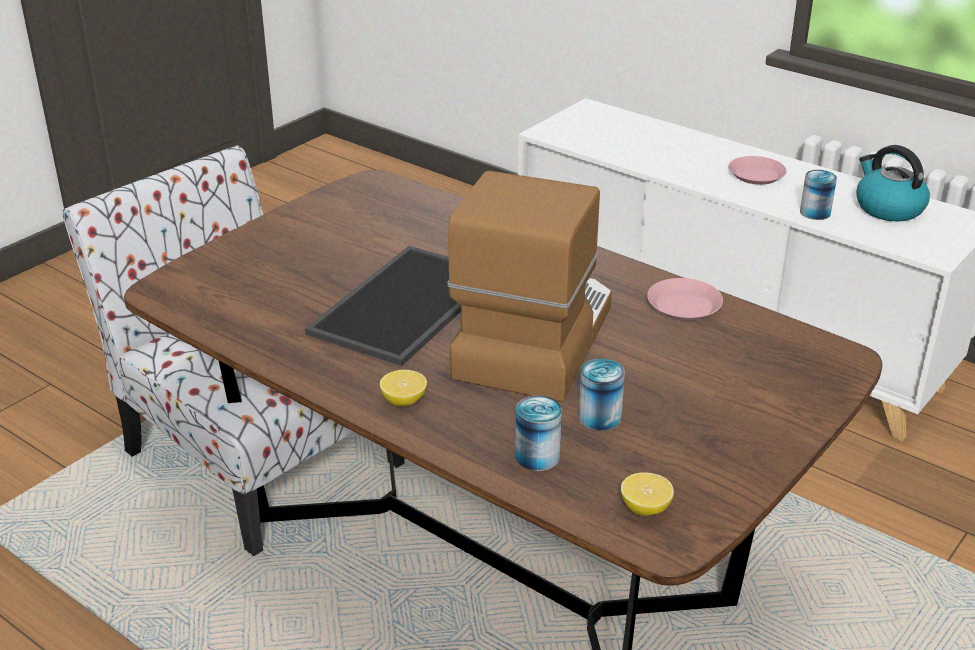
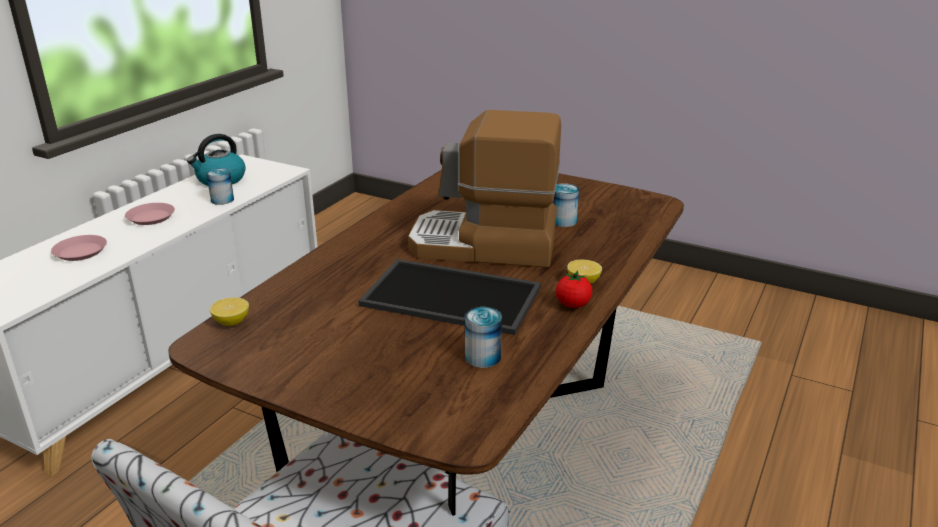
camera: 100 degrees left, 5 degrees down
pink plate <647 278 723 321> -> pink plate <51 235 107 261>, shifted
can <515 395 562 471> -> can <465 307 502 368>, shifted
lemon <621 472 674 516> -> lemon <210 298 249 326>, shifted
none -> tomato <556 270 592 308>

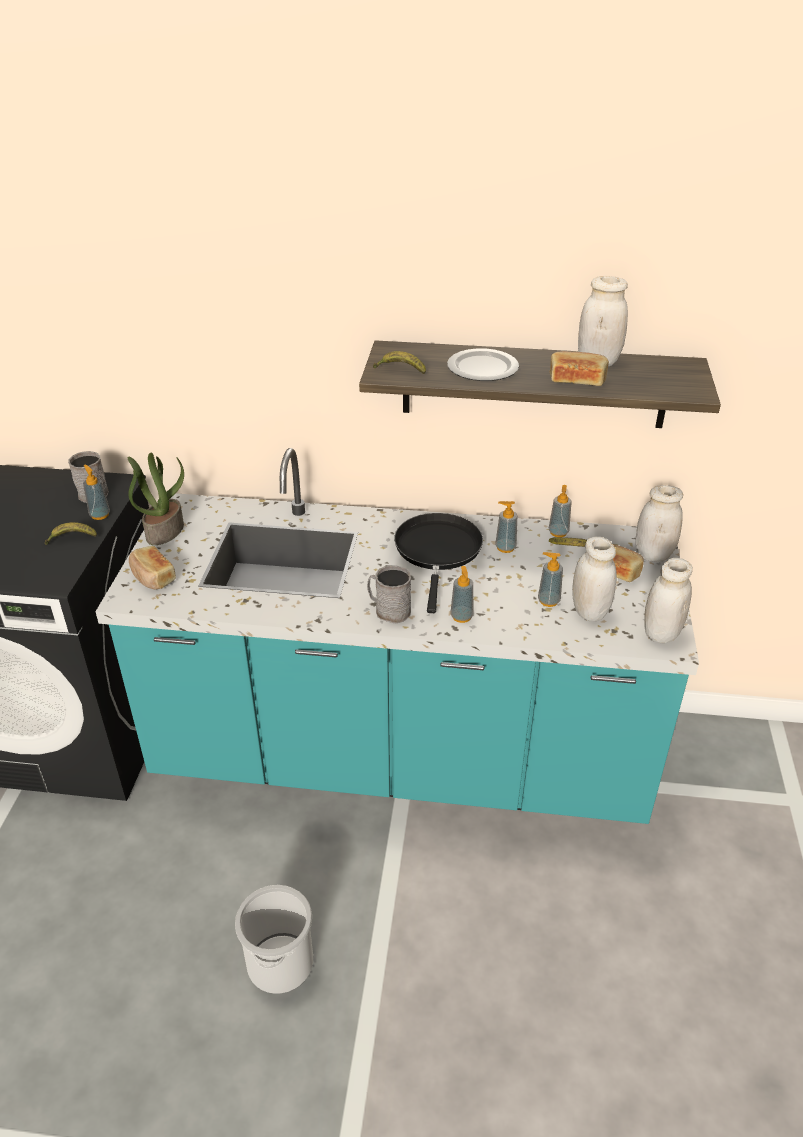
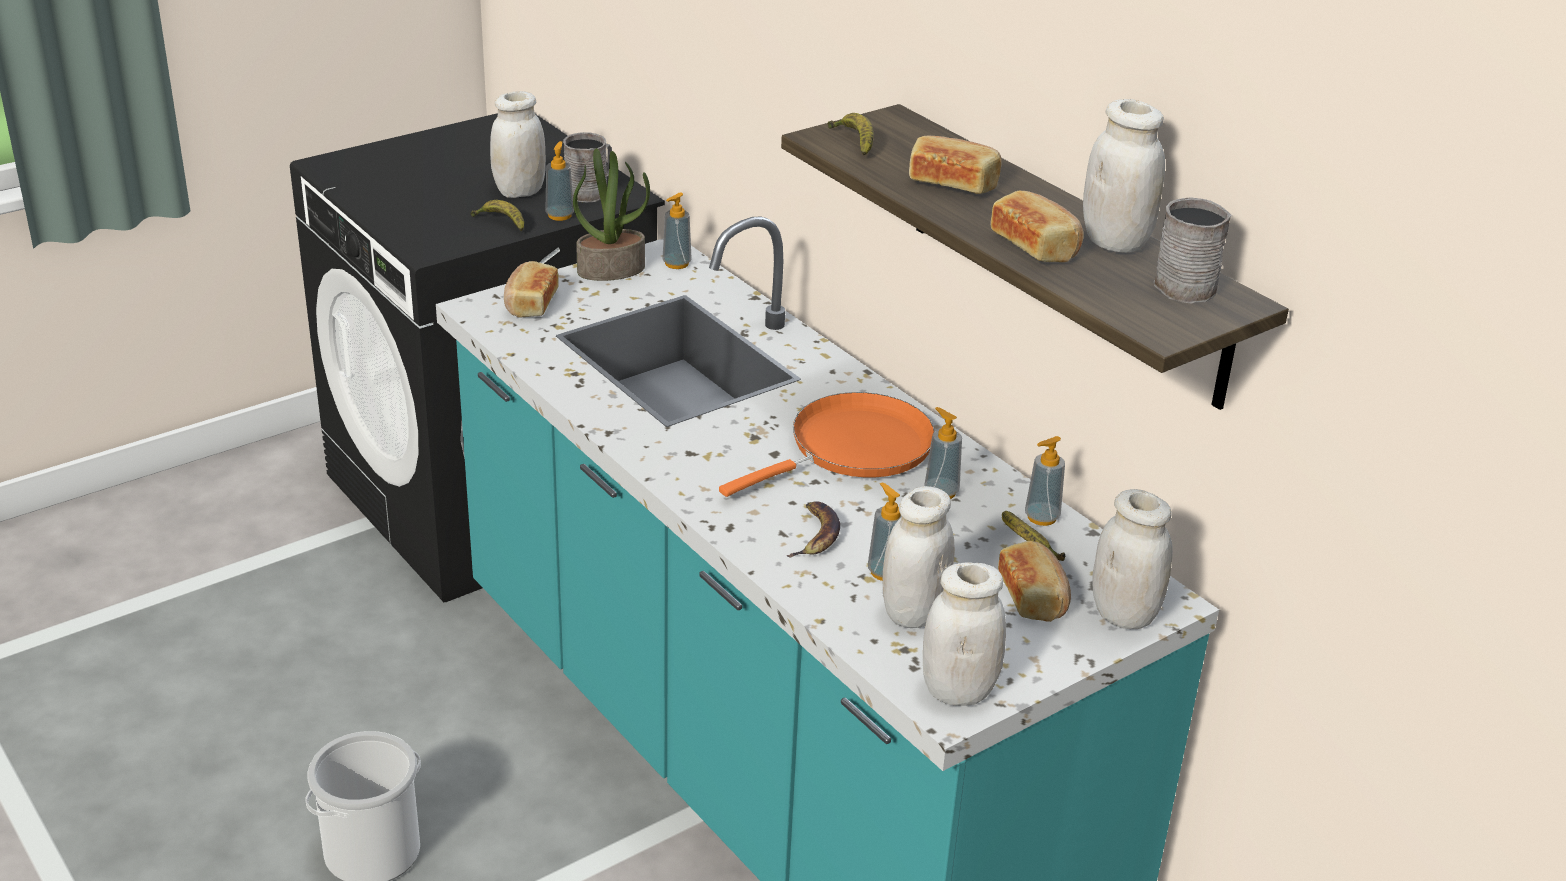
camera: 45 degrees right, 5 degrees down
plate <447 348 519 381> -> bread <909 136 1002 194>
black frying pan <394 513 483 613> -> orange frying pan <719 392 935 497>
grey mug <367 565 411 624> -> grey mug <1153 197 1231 303>, shifted
soap dispenser <450 566 473 623> -> soap dispenser <662 192 692 269>, shifted
none -> white jar <490 91 546 198>
none -> banana <787 501 840 557>

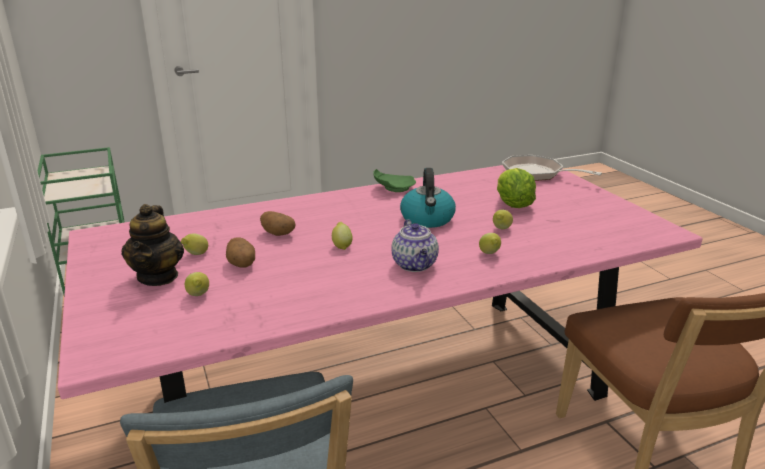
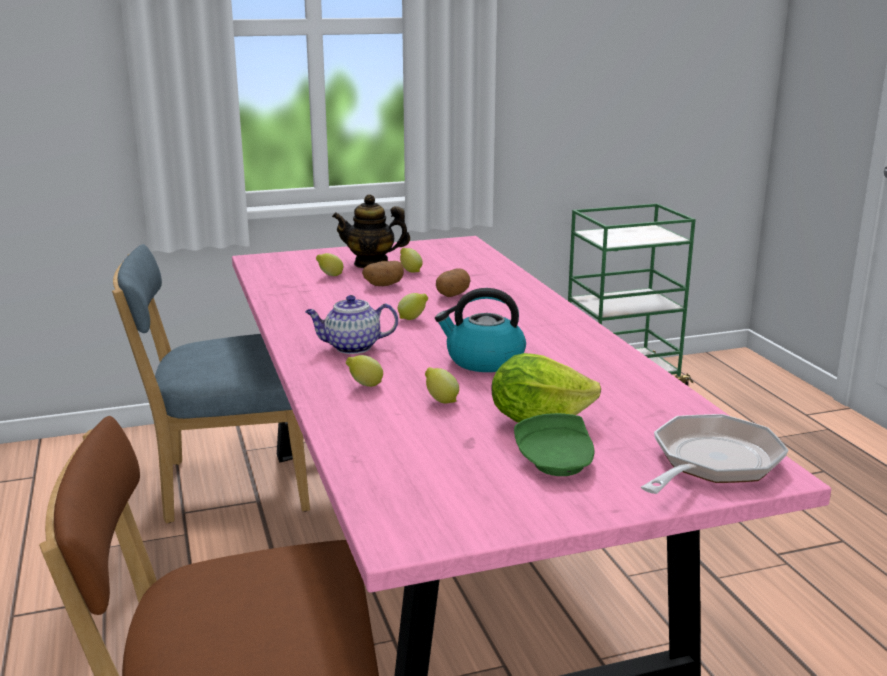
camera: 95 degrees right, 5 degrees down
green plate <373 169 416 192> -> green plate <514 413 594 476>, shifted

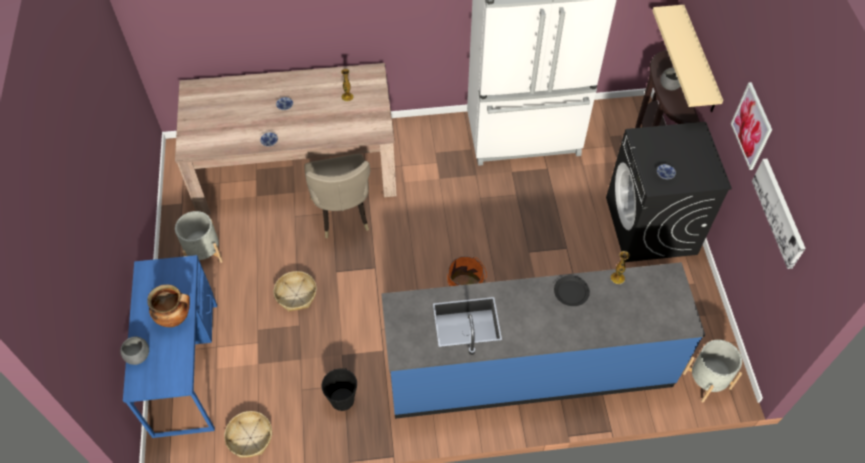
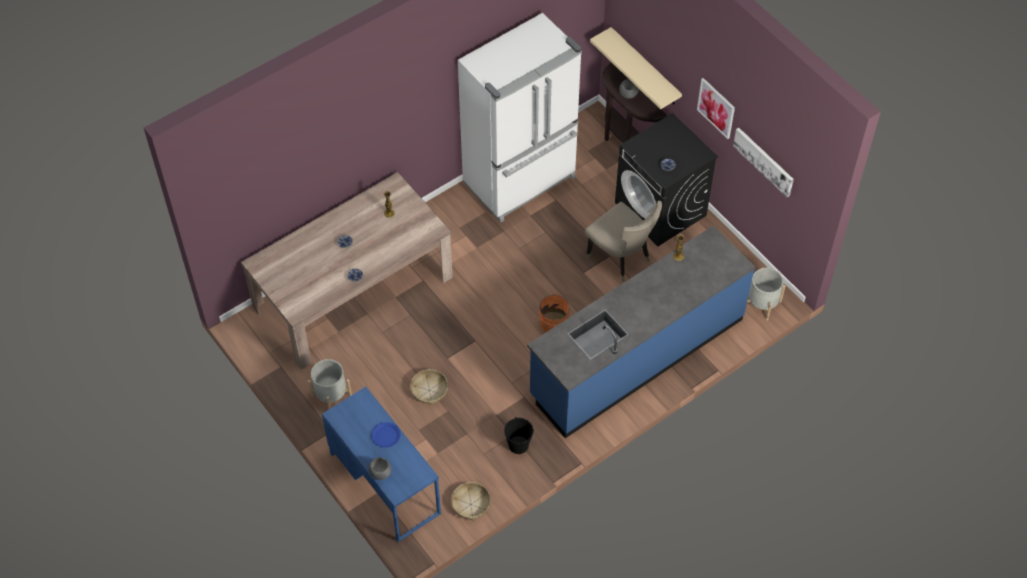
camera: 30 degrees left, 0 degrees up
beige chair <304 154 370 238> -> beige chair <585 201 662 282>, shifted
black plate <554 275 590 306> -> none
cooking pot <147 284 190 327> -> blue plate <372 422 400 448>

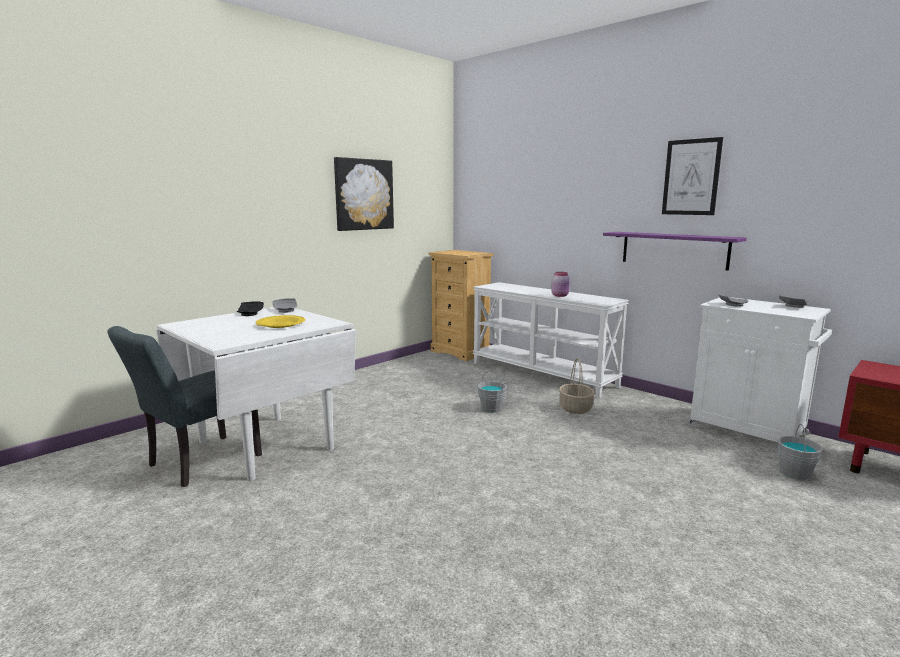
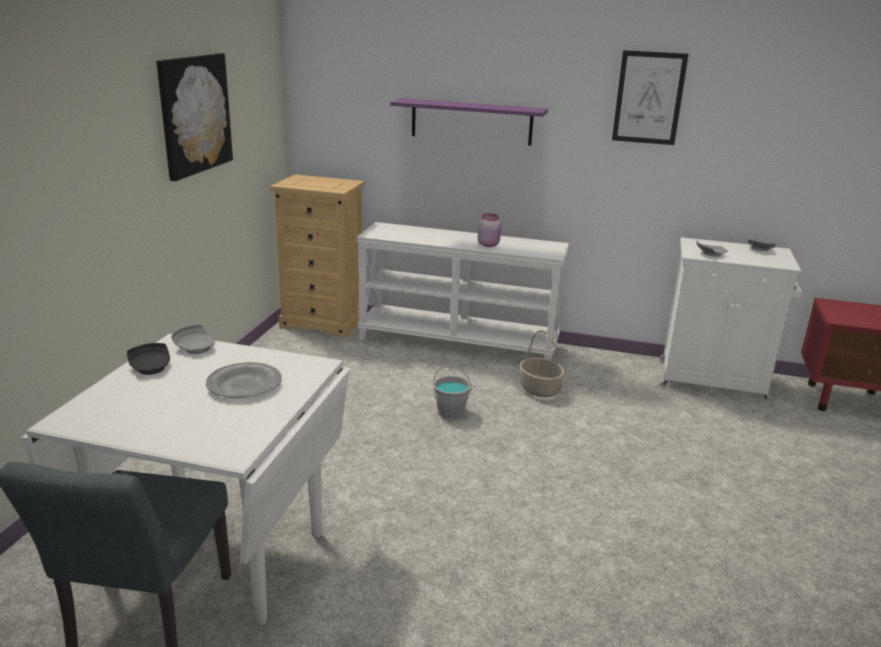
camera: 30 degrees left, 10 degrees up
purple shelf <603 232 747 271> -> purple shelf <390 98 548 146>, shifted
yellow plate <256 315 305 328> -> grey plate <206 362 282 398>
grey bucket <777 424 823 480> -> none

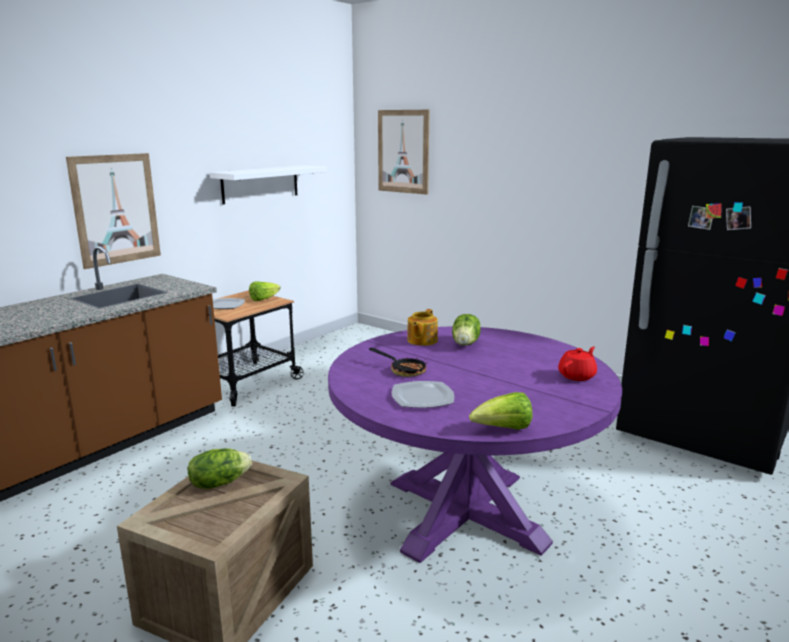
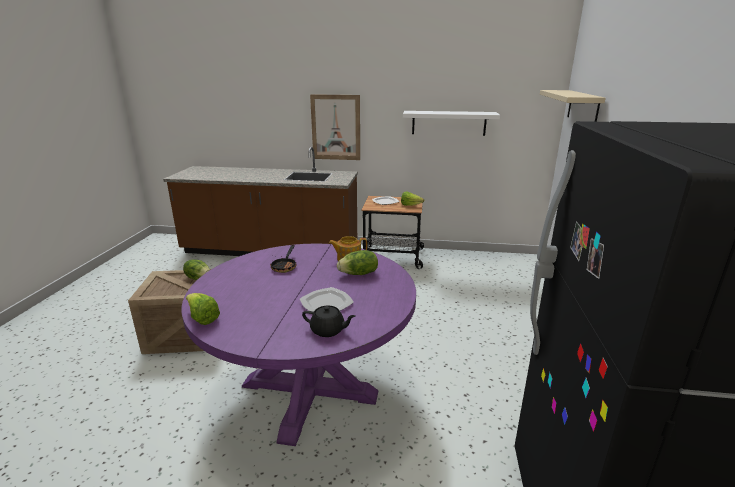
camera: 60 degrees right, 5 degrees up
picture <378 110 430 195> -> beige shelf <540 90 606 122>
red teapot <558 347 597 381> -> black teapot <302 305 355 337>
plate <392 381 454 408> -> plate <300 287 354 311>, shifted

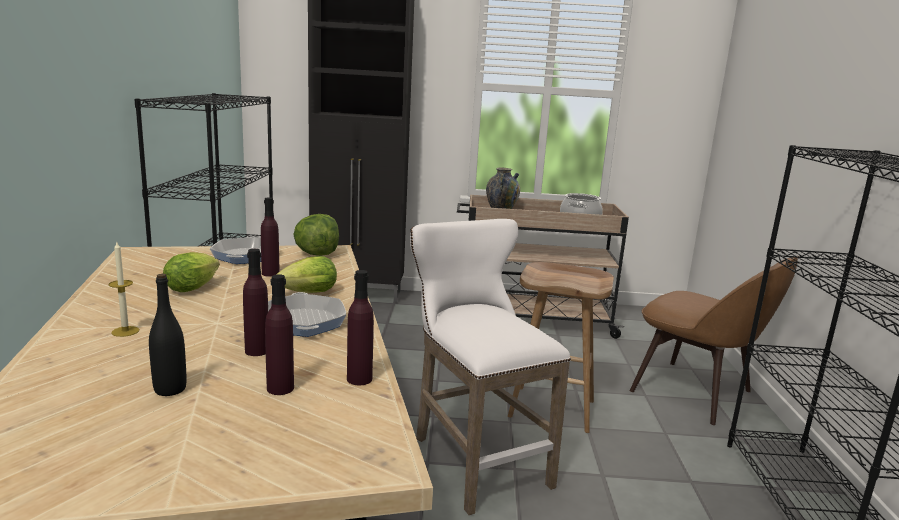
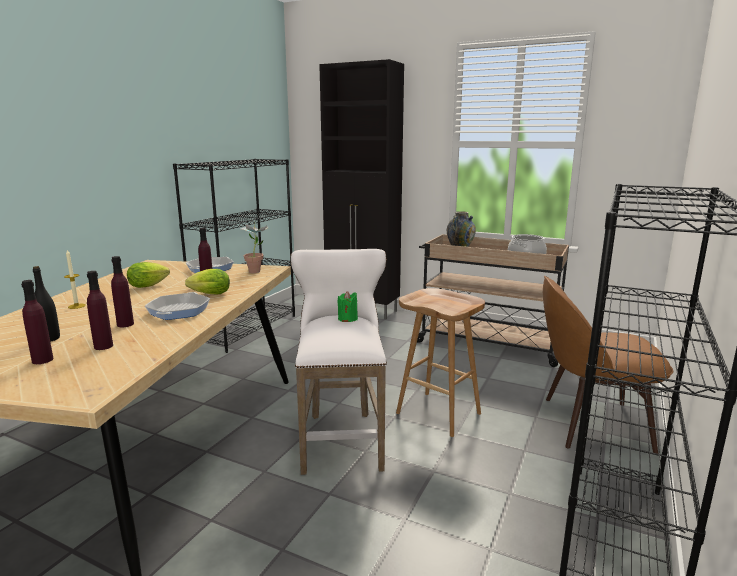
camera: 25 degrees right, 0 degrees up
lettuce <293 214 339 256> -> potted plant <241 221 268 273>
brown chair <630 257 798 425> -> brown chair <543 276 673 454>, 120 degrees clockwise
purple bottle <347 270 374 385> -> purple bottle <21 280 53 364>, shifted
none -> green candle <337 291 358 322>

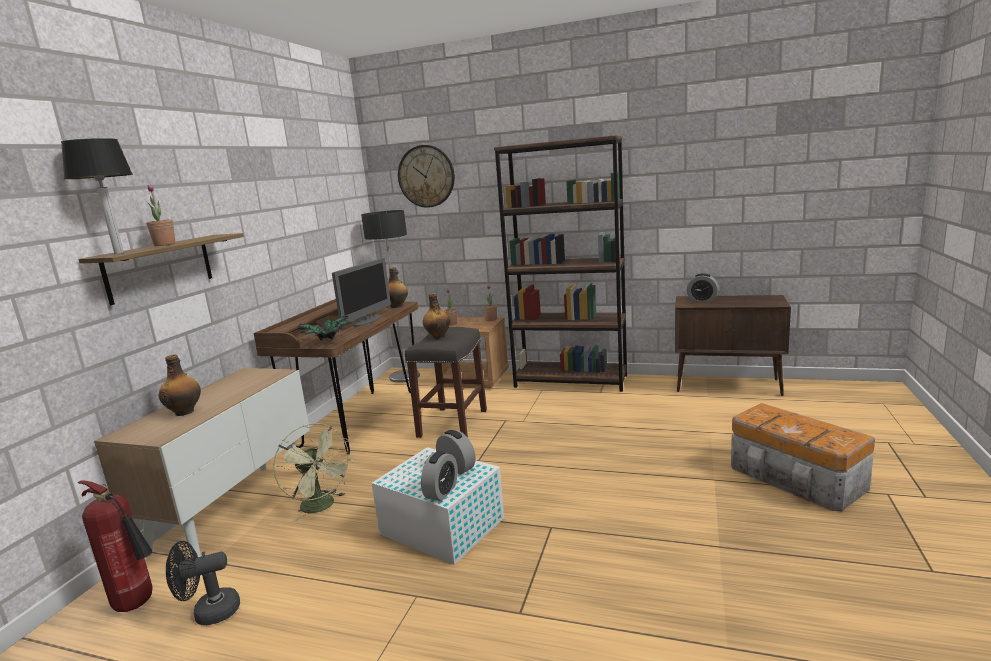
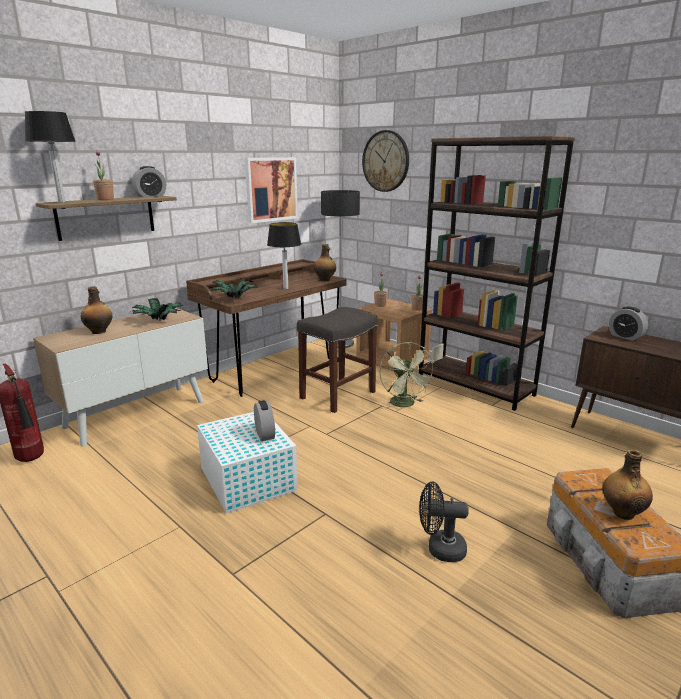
camera: 25 degrees right, 5 degrees up
monitor <332 258 391 327> -> table lamp <267 222 301 289>
bottle <423 293 450 339> -> bottle <603 449 653 520>, shifted
green fan <273 423 353 522> -> green fan <379 342 435 409>, shifted
alarm clock <421 451 458 501> -> alarm clock <132 166 166 197>, shifted
black fan <166 541 240 625> -> black fan <419 482 469 562>, shifted
none -> picture <245 157 298 223>
none -> potted plant <130 298 184 320>

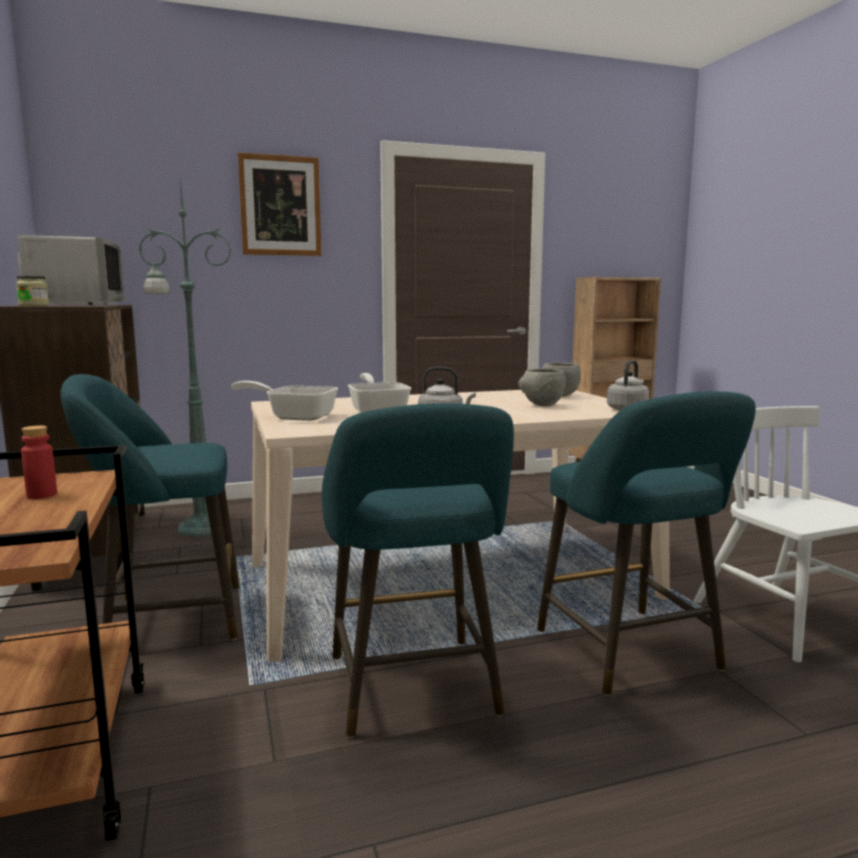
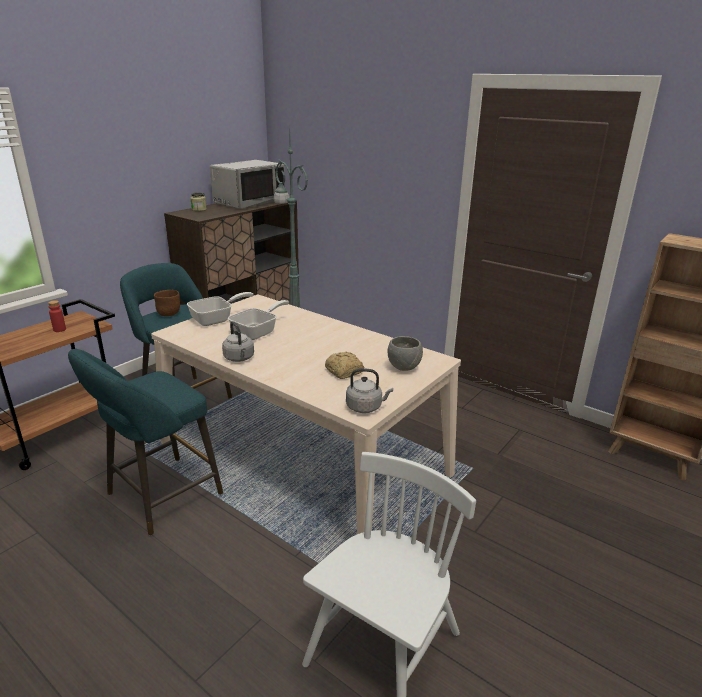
camera: 55 degrees right, 15 degrees up
picture <238 152 321 256> -> none
grey bowl <518 368 566 407> -> bread <325 352 364 379>
frying pan <231 381 338 421> -> frying pan <187 292 254 326>, 75 degrees clockwise
turquoise stool <537 391 756 696> -> none
none -> brown bowl <154 290 180 316>

